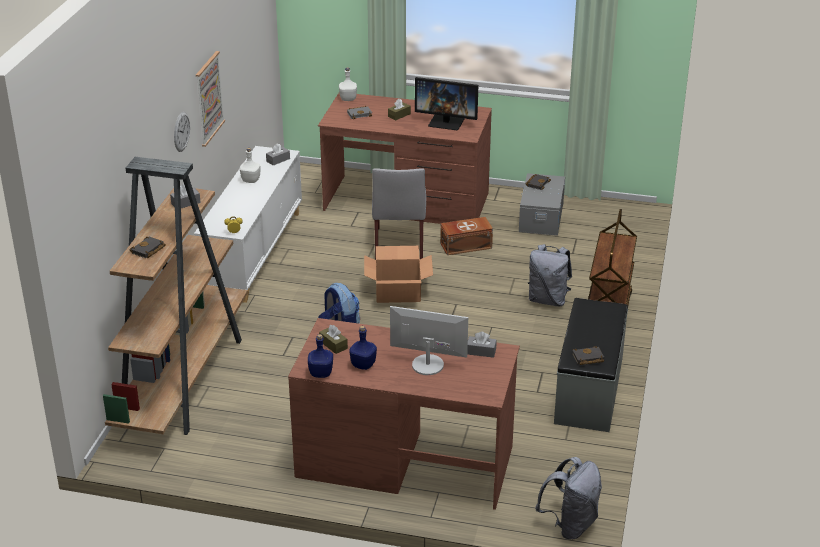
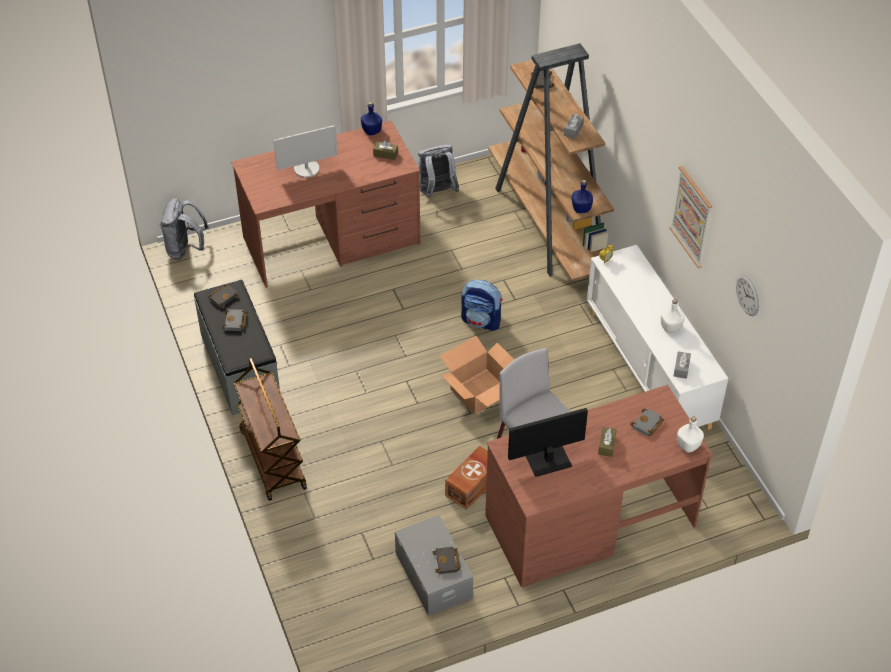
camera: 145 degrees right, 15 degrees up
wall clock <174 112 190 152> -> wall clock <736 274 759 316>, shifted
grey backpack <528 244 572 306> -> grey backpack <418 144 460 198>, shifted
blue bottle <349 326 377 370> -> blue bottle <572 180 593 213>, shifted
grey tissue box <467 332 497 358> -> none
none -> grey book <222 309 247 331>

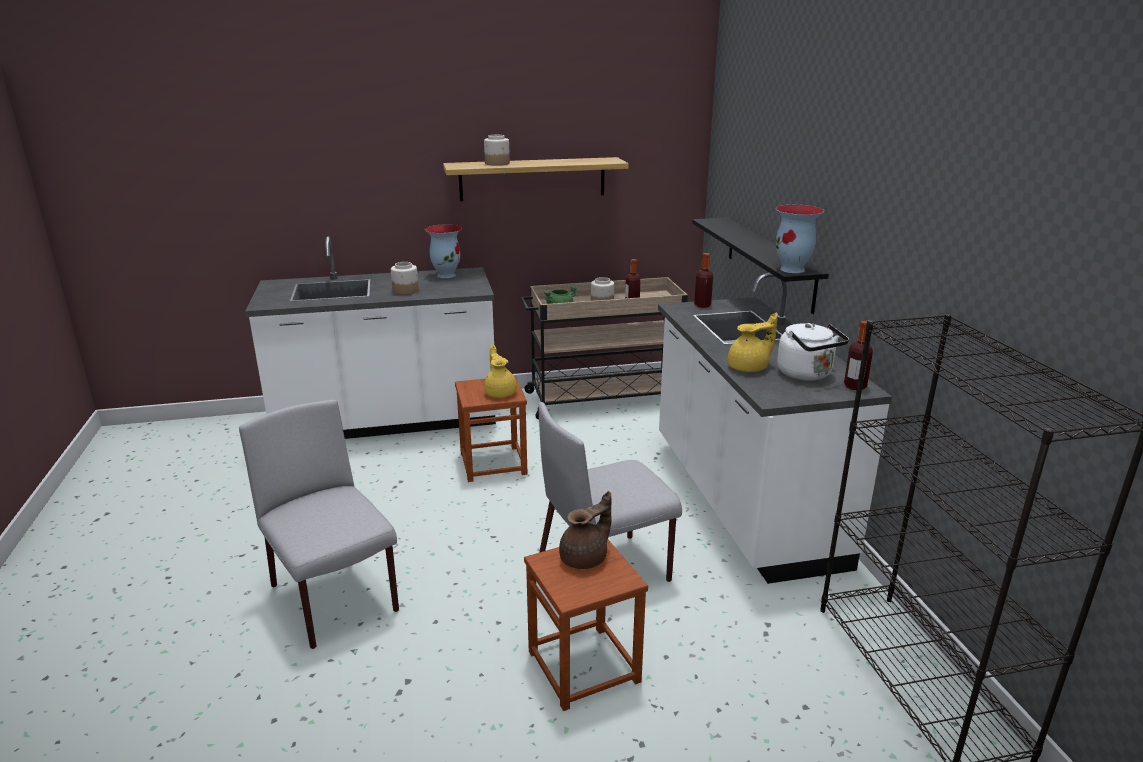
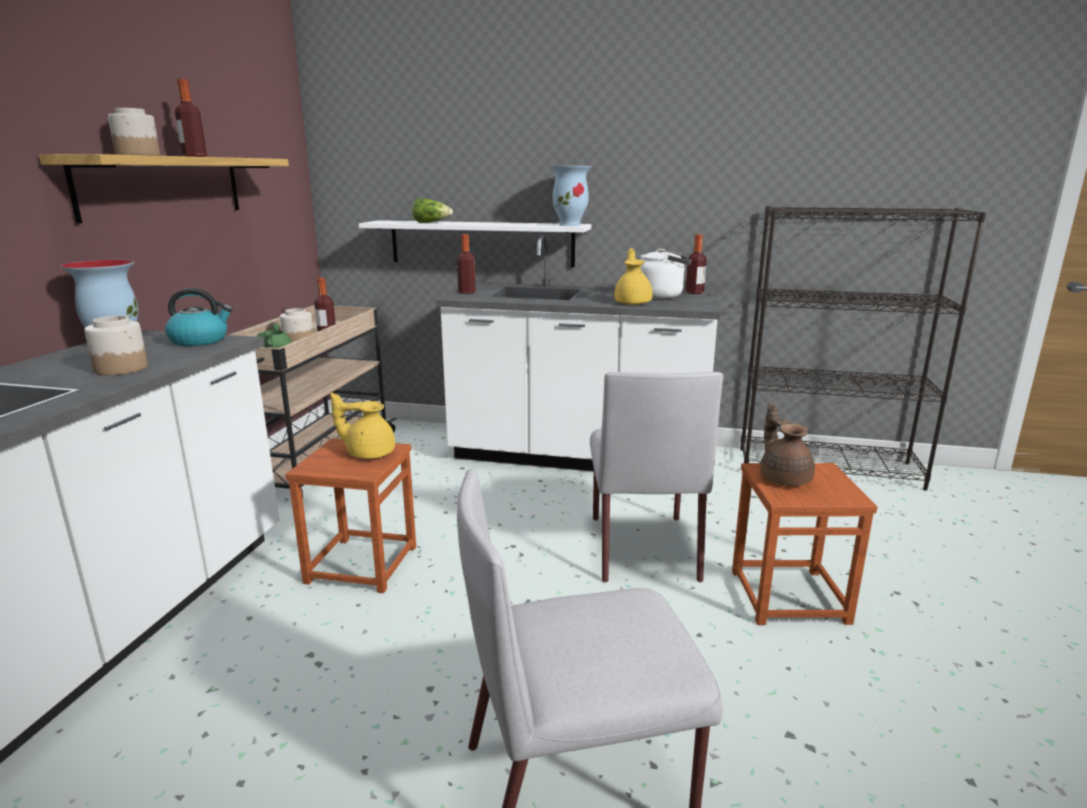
camera: 65 degrees left, 5 degrees down
black shelf <692 218 829 314> -> white shelf <359 220 591 268>
none -> bottle <175 79 207 157>
none -> lettuce <412 198 453 223>
none -> kettle <165 288 233 346>

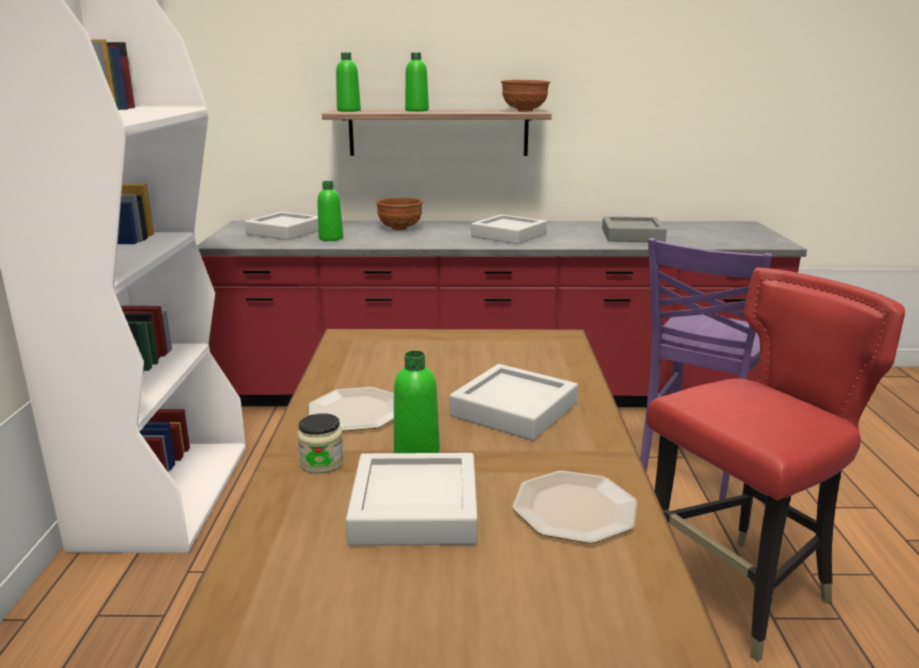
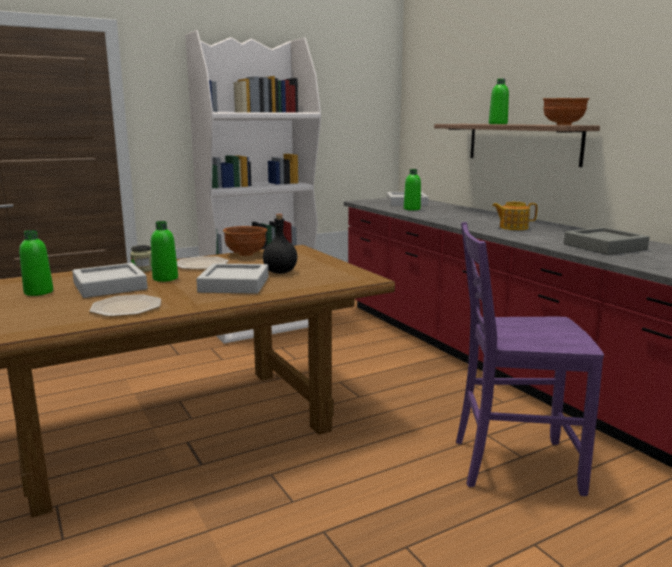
camera: 60 degrees right, 5 degrees down
green bottle <336 52 361 112> -> green bottle <19 230 53 296>, shifted
brown bowl <375 197 423 230> -> brown bowl <223 226 267 256>, shifted
grey tray <471 214 547 244> -> teapot <492 202 538 230>
red chair <647 267 905 662> -> none
none -> black bottle <263 214 297 274>

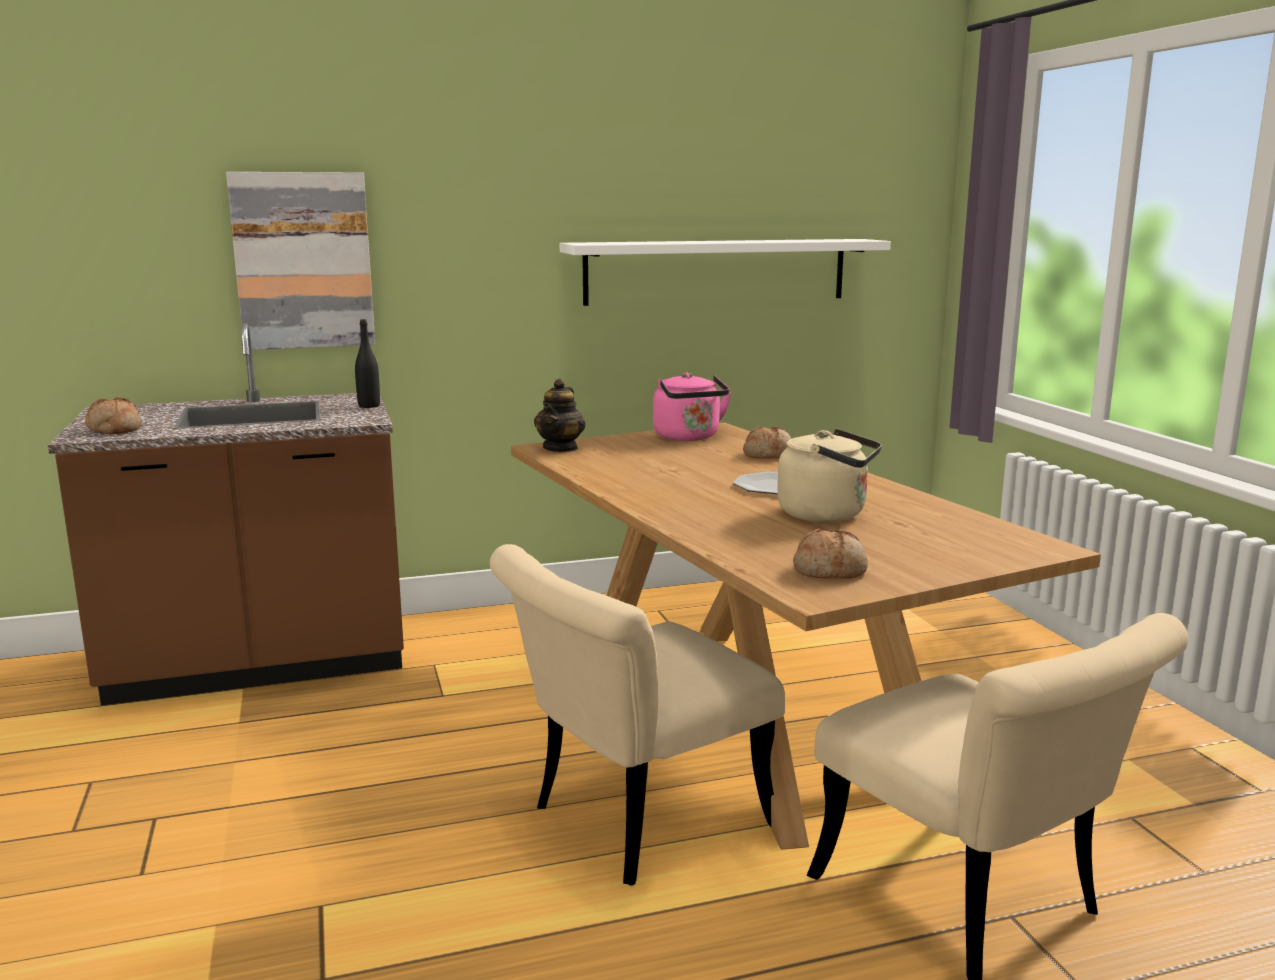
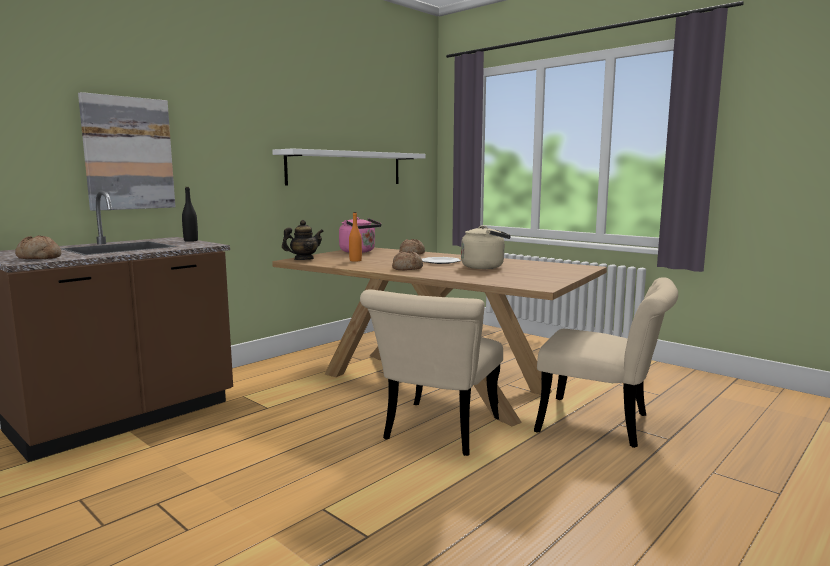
camera: 30 degrees left, 5 degrees down
teapot <534 379 586 452> -> teapot <282 220 324 260>, 105 degrees counterclockwise
bread <793 529 868 579> -> bread <392 251 423 270>, shifted
none -> orange bottle <349 212 362 262>

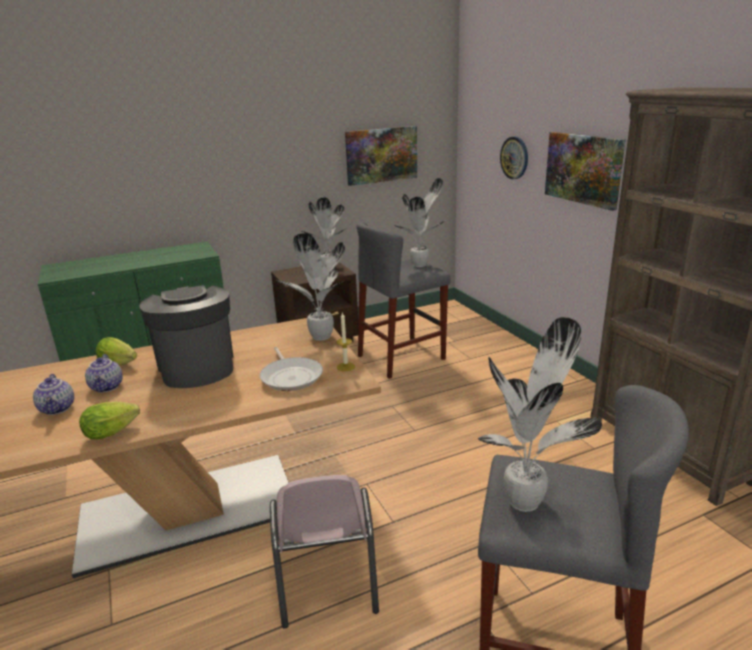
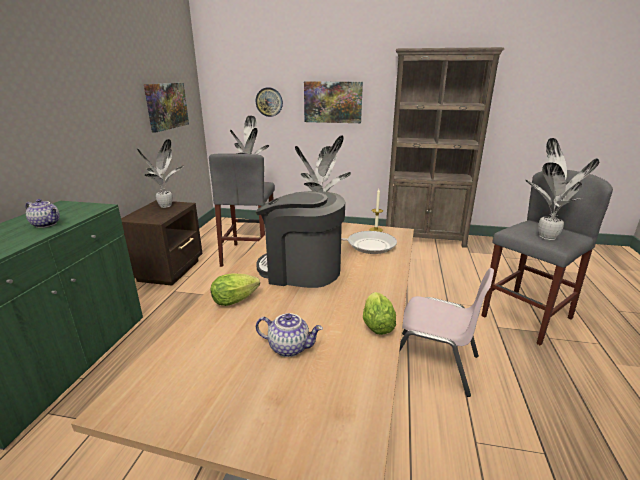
camera: 55 degrees left, 0 degrees up
teapot <85 354 123 393> -> teapot <25 199 60 228>, shifted

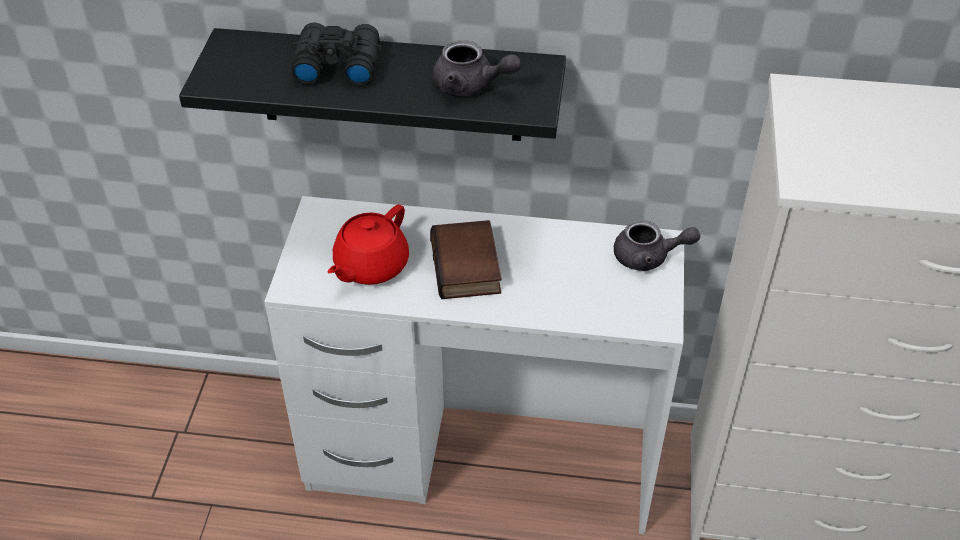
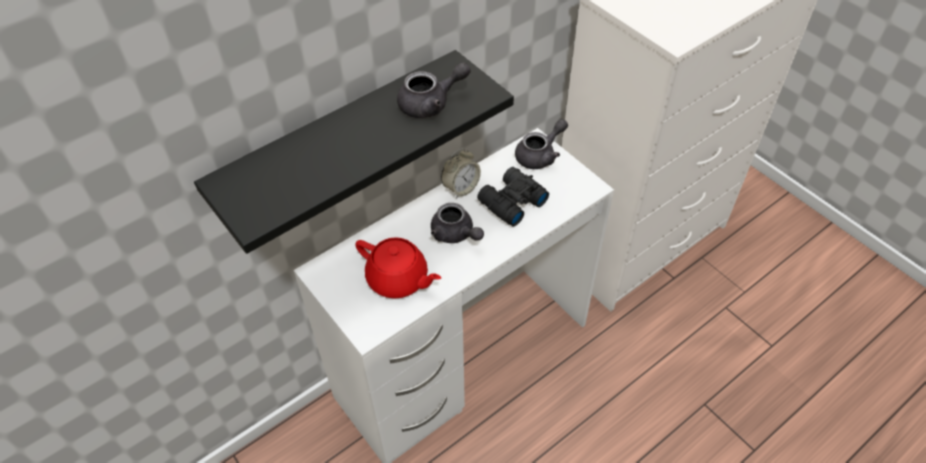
camera: 45 degrees left, 5 degrees up
black binoculars <291 22 382 86> -> black binoculars <477 167 549 226>, shifted
red teapot <328 205 409 285> -> red teapot <355 237 441 298>, 45 degrees counterclockwise
book <430 220 502 299> -> grey teapot <431 203 484 243>
none -> alarm clock <441 148 481 199>

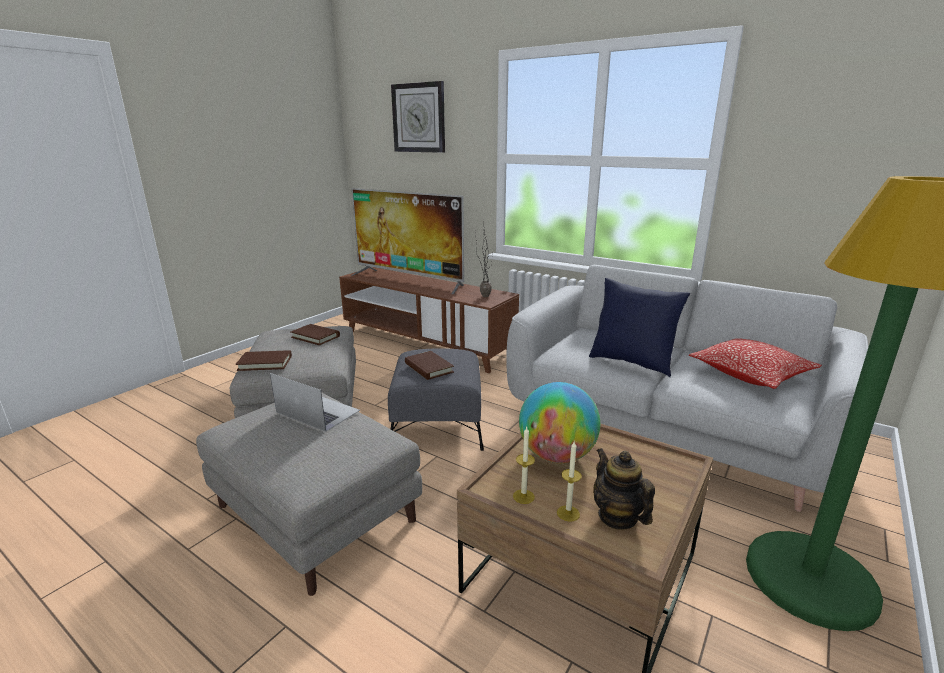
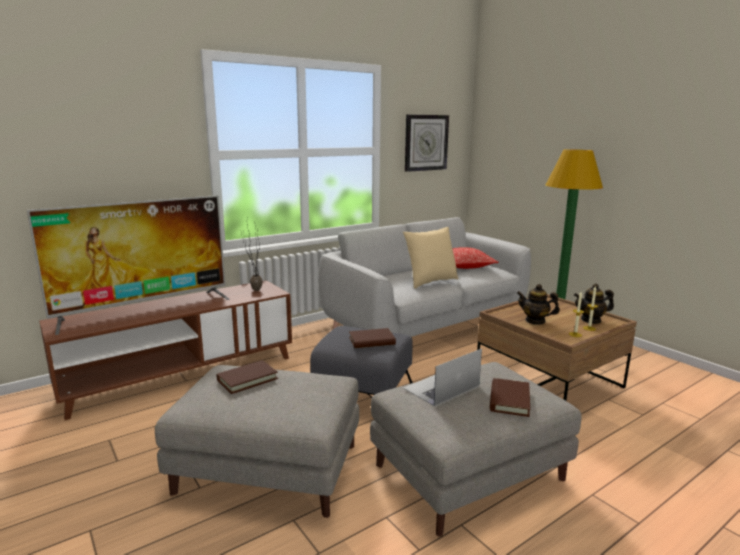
camera: 70 degrees left, 5 degrees down
wall clock <391 81 445 153> -> wall clock <405 114 449 172>, shifted
blue pillow <589 278 690 377> -> beige pillow <403 227 458 289>
brown book <236 350 292 371> -> brown book <490 378 530 417>, shifted
globe <519 382 600 463> -> teapot <517 284 560 325>

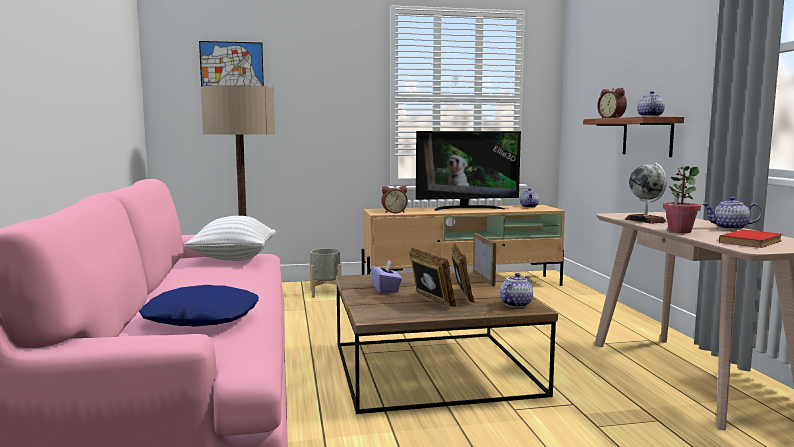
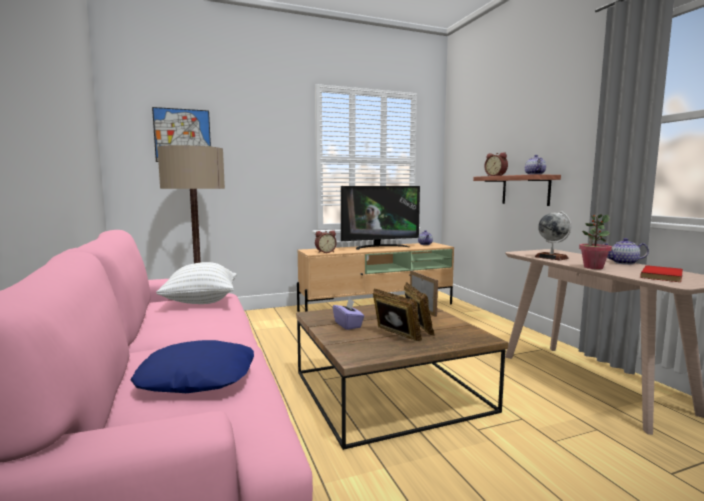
camera: 10 degrees left, 0 degrees up
grey planter <310 249 342 298> -> none
teapot <500 273 533 307> -> none

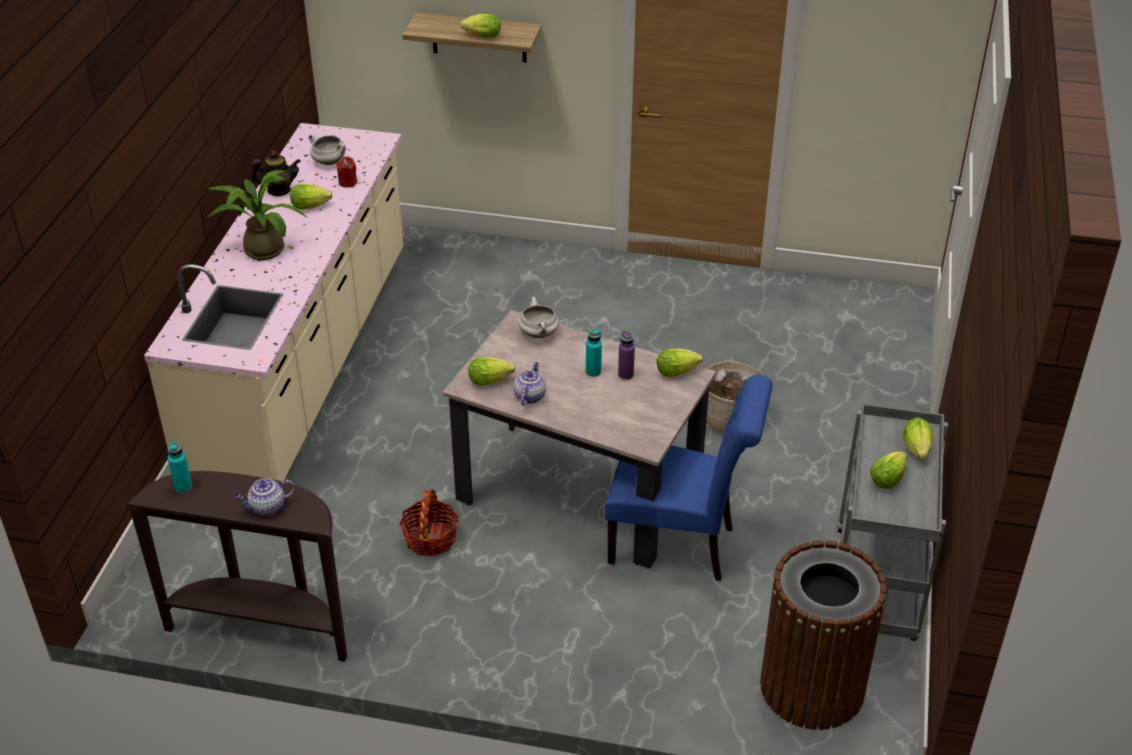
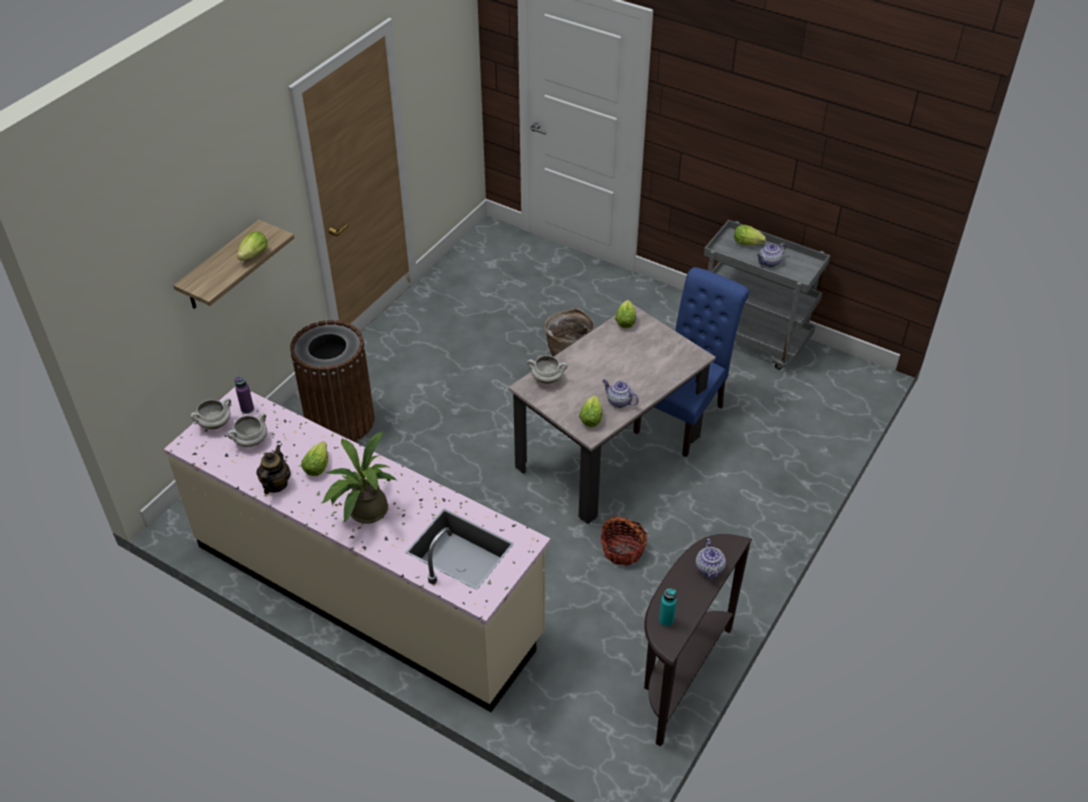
camera: 70 degrees left, 5 degrees up
red candle <336 157 357 188> -> none
turquoise bottle <586 329 602 377> -> none
purple bottle <618 331 635 380> -> purple bottle <234 376 254 414>, shifted
lettuce <870 451 907 489> -> teapot <757 243 786 267>
brown trash can <760 540 887 730> -> brown trash can <290 320 375 442>, shifted
none -> white cooking pot <190 398 231 429>

